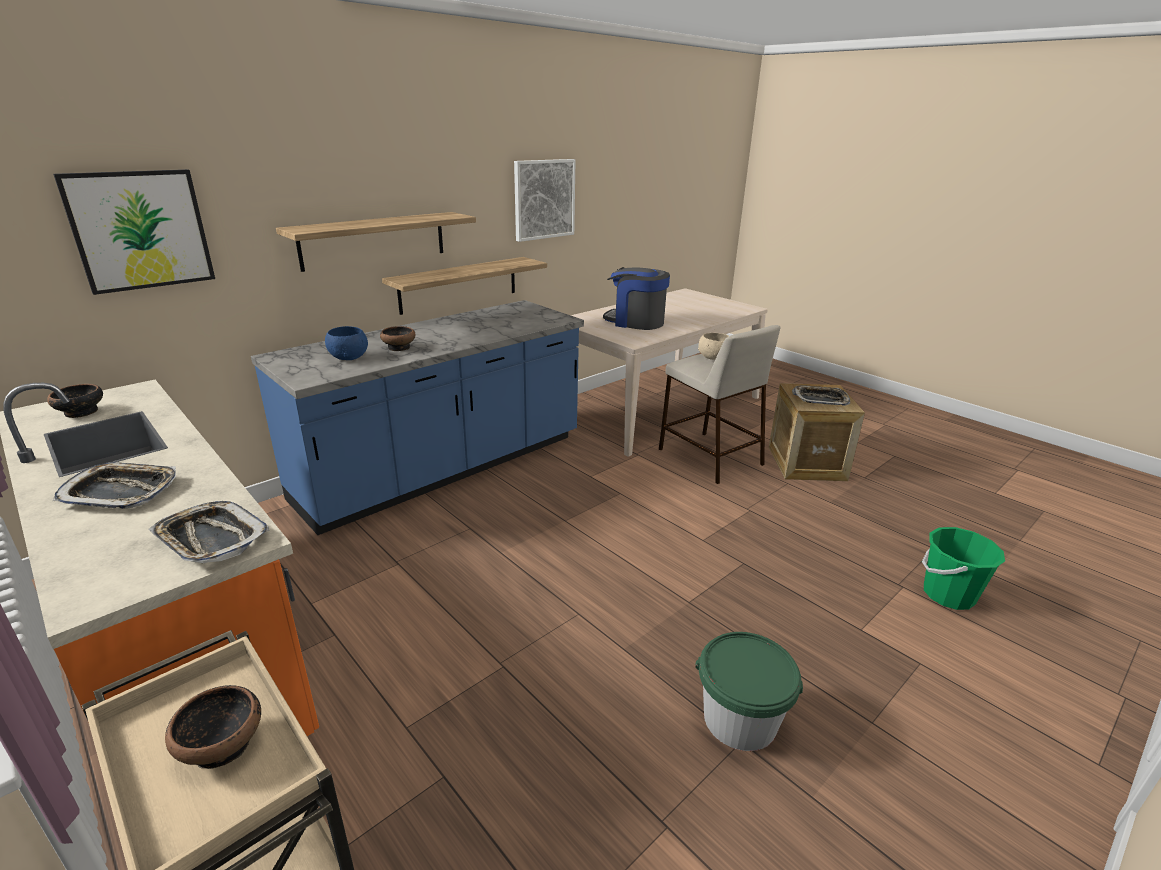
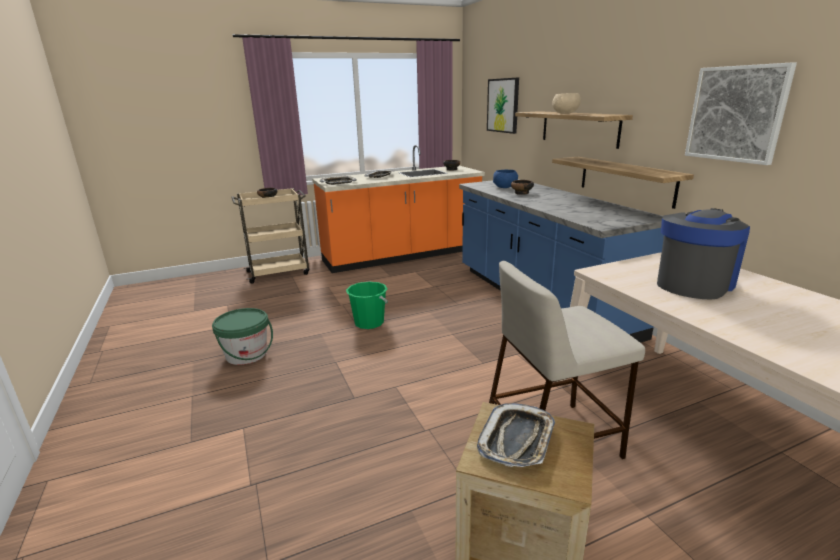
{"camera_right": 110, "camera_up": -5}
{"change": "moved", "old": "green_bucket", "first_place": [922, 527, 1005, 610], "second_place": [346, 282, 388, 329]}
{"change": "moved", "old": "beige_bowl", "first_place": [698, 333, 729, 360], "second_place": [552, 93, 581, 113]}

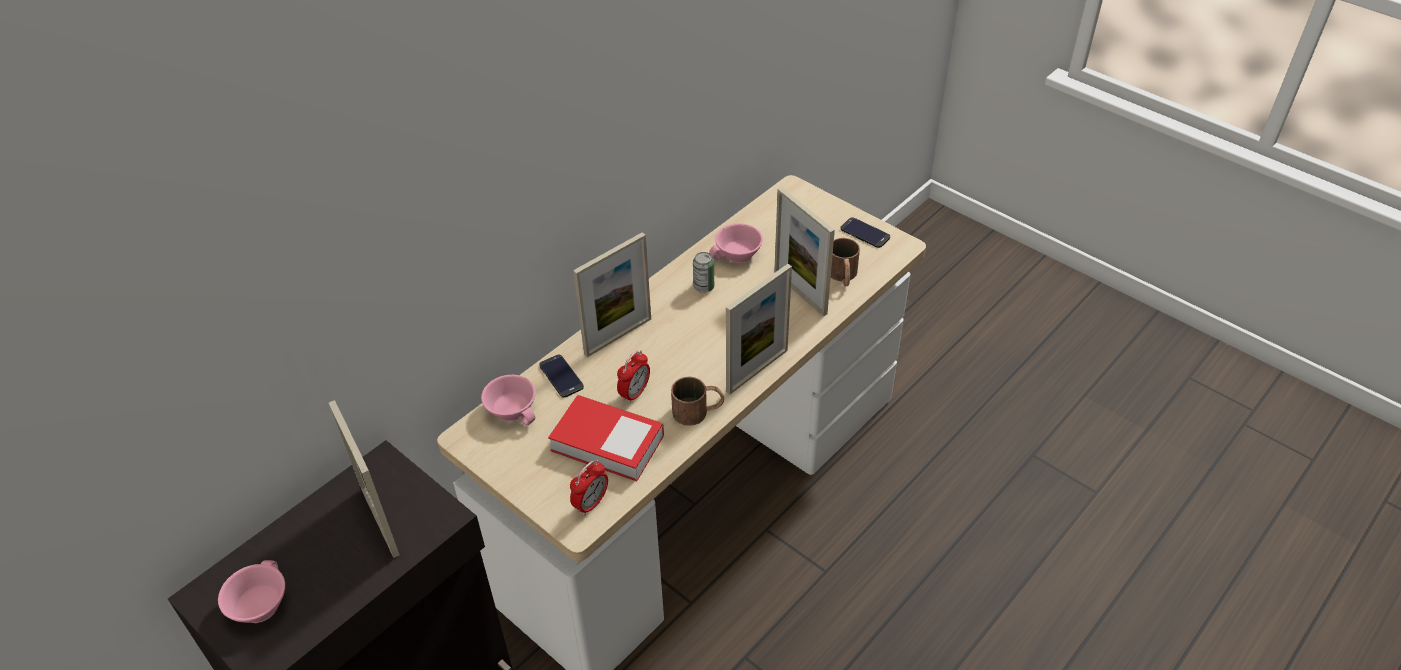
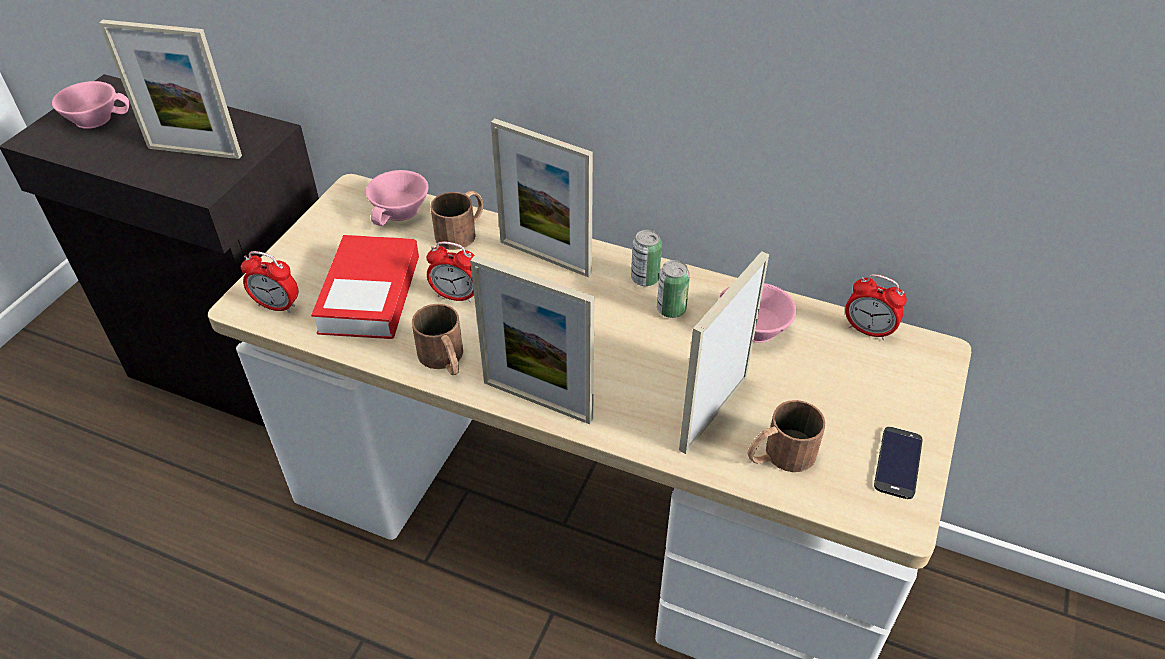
{"camera_right": 70, "camera_up": 0}
{"change": "turned", "old": "picture_frame", "first_place": [329, 400, 399, 558], "second_place": [99, 20, 242, 159], "degrees": -120}
{"change": "replaced", "old": "phone", "new": "brown_mug", "first_place": [539, 355, 584, 397], "second_place": [430, 191, 483, 250]}
{"change": "added", "new": "can", "second_place": [631, 230, 662, 286]}
{"change": "added", "new": "alarm_clock", "second_place": [845, 274, 907, 340]}

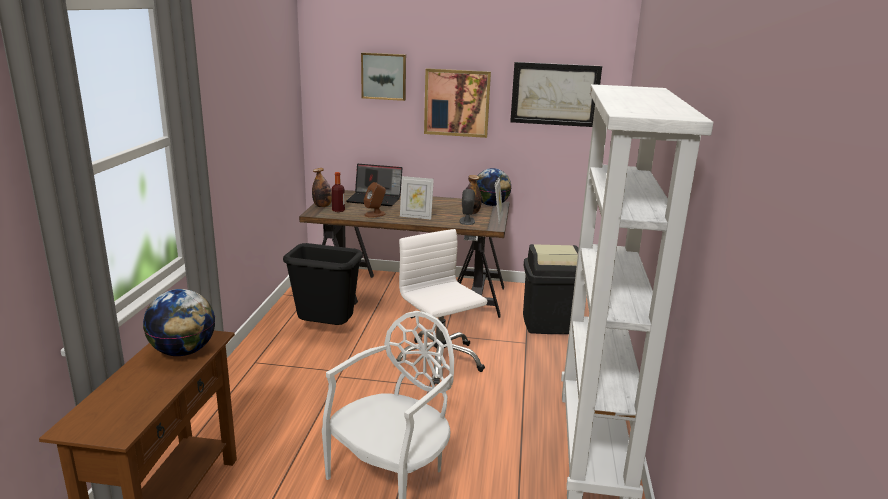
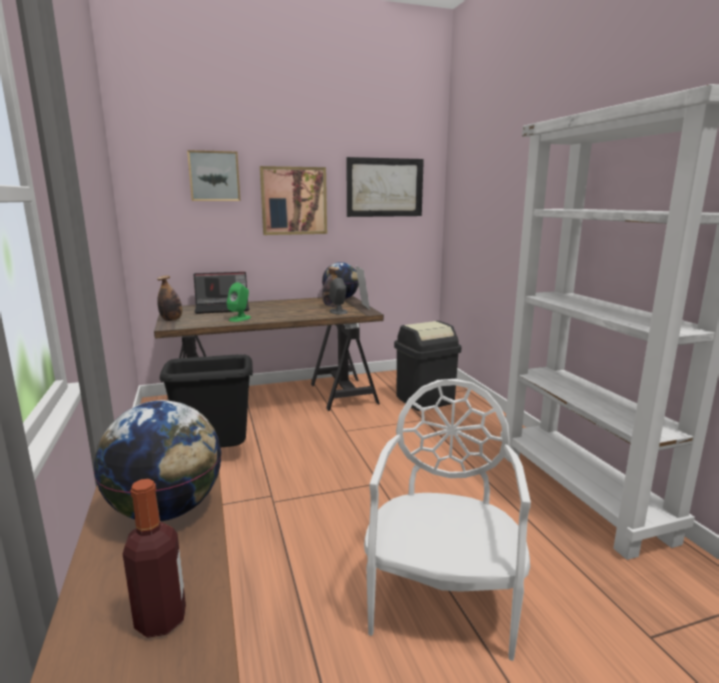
{"camera_right": -25, "camera_up": -5}
{"change": "moved", "old": "bottle", "first_place": [331, 172, 345, 212], "second_place": [123, 479, 186, 638]}
{"change": "recoloured", "old": "brown_speaker", "new": "green_speaker", "first_place": [364, 182, 386, 218], "second_place": [227, 282, 251, 322]}
{"change": "removed", "old": "white_office_chair", "first_place": [396, 229, 487, 385]}
{"change": "removed", "old": "picture_frame", "first_place": [400, 176, 434, 219]}

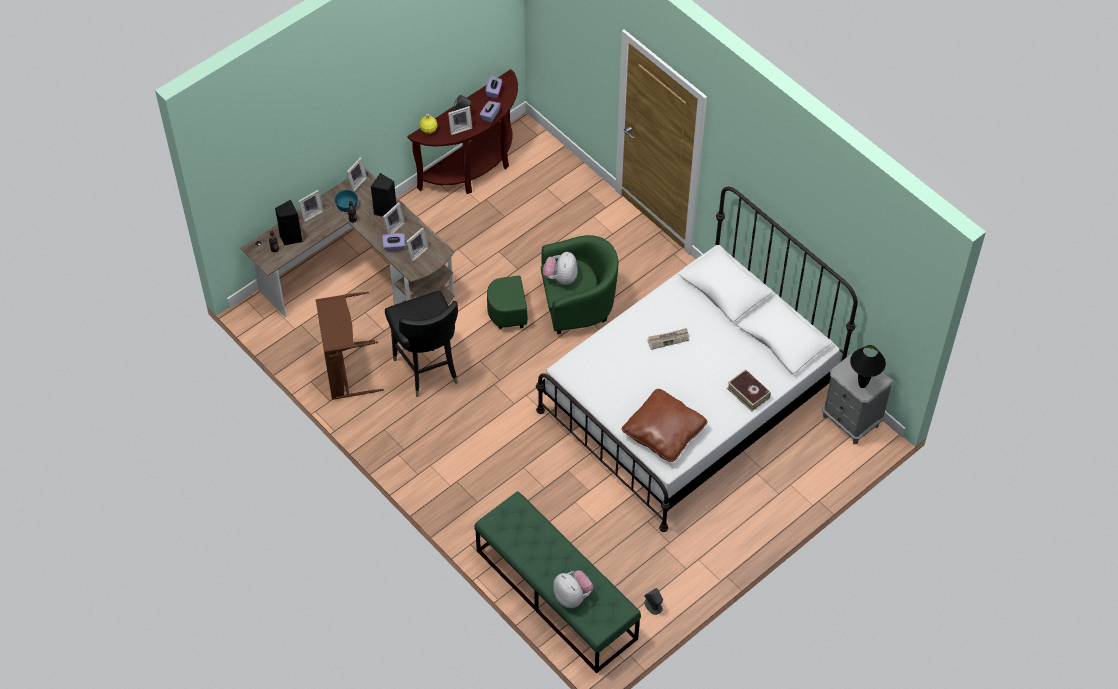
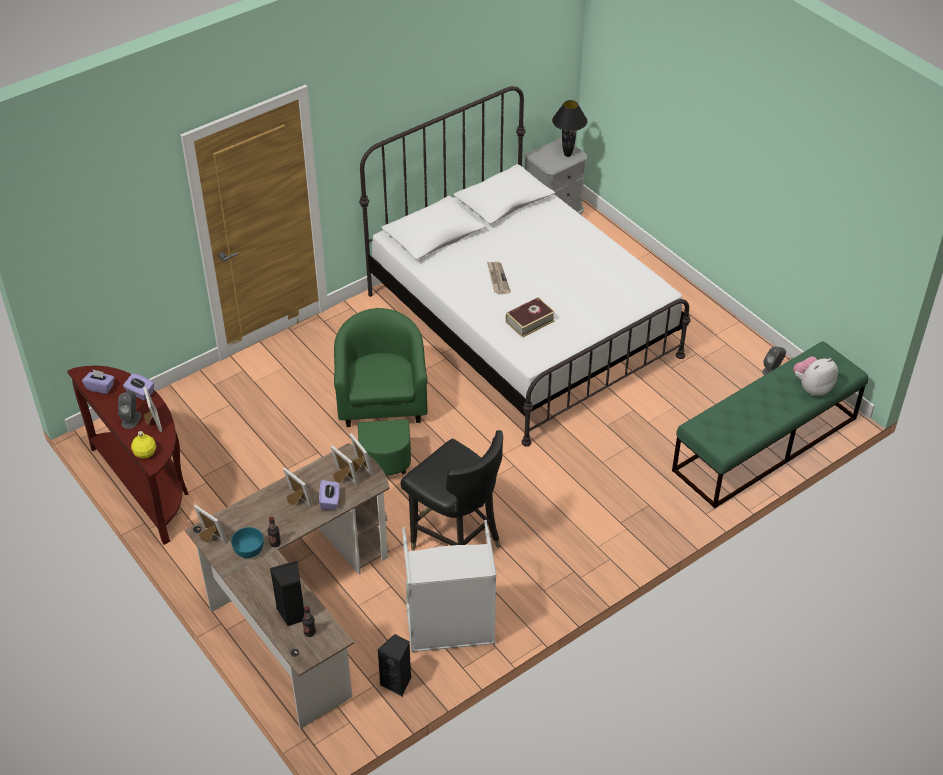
{"camera_right": -85, "camera_up": -10}
{"change": "moved", "old": "picture_frame", "first_place": [298, 190, 324, 222], "second_place": [349, 433, 374, 476]}
{"change": "moved", "old": "black_speaker", "first_place": [371, 173, 396, 217], "second_place": [378, 634, 411, 697]}
{"change": "turned", "old": "black_chair", "first_place": [385, 291, 458, 397], "second_place": [401, 430, 503, 551], "degrees": 60}
{"change": "recoloured", "old": "brown_laundry_basket", "new": "grey_laundry_basket", "first_place": [315, 291, 384, 400], "second_place": [402, 520, 497, 653]}
{"change": "moved", "old": "book", "first_place": [727, 369, 771, 411], "second_place": [506, 297, 555, 338]}
{"change": "removed", "old": "plush_toy", "first_place": [543, 252, 578, 285]}
{"change": "removed", "old": "brown_pillow", "first_place": [622, 389, 708, 462]}

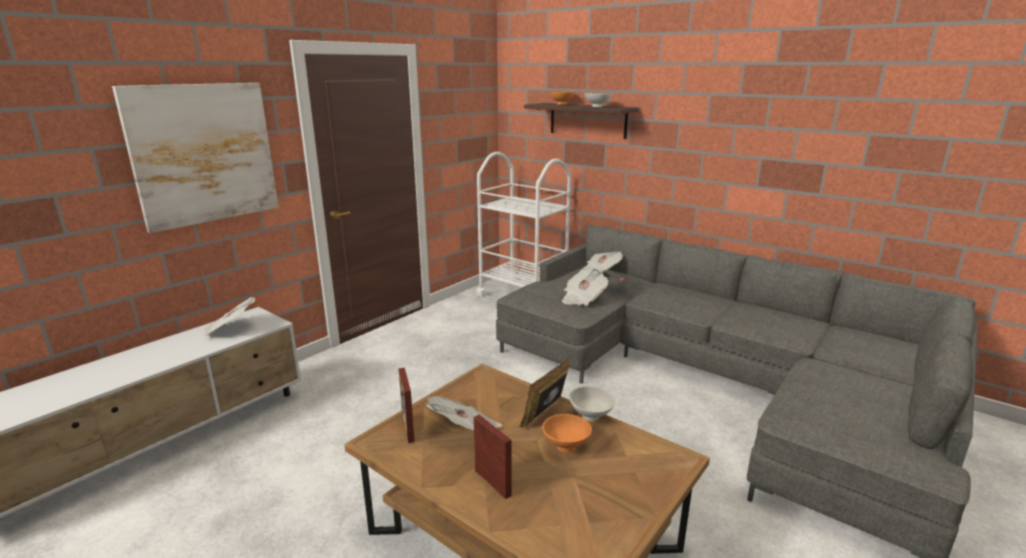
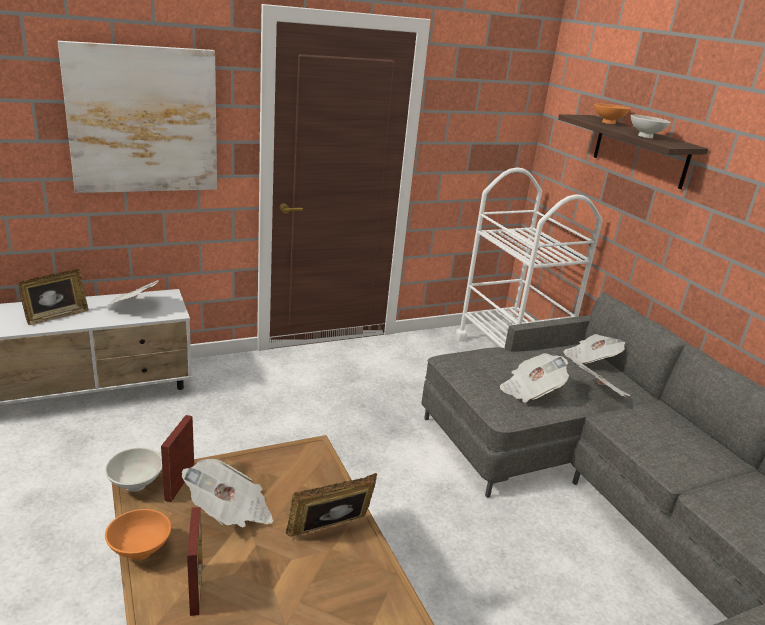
{"camera_right": 25, "camera_up": 5}
{"change": "added", "new": "picture_frame", "second_place": [18, 269, 89, 325]}
{"change": "moved", "old": "white_bowl", "first_place": [569, 386, 615, 421], "second_place": [105, 447, 162, 492]}
{"change": "moved", "old": "orange_bowl", "first_place": [542, 414, 592, 452], "second_place": [105, 509, 171, 561]}

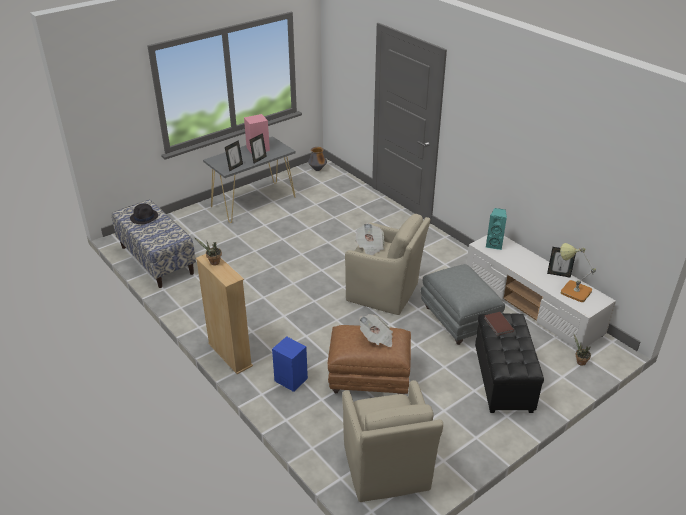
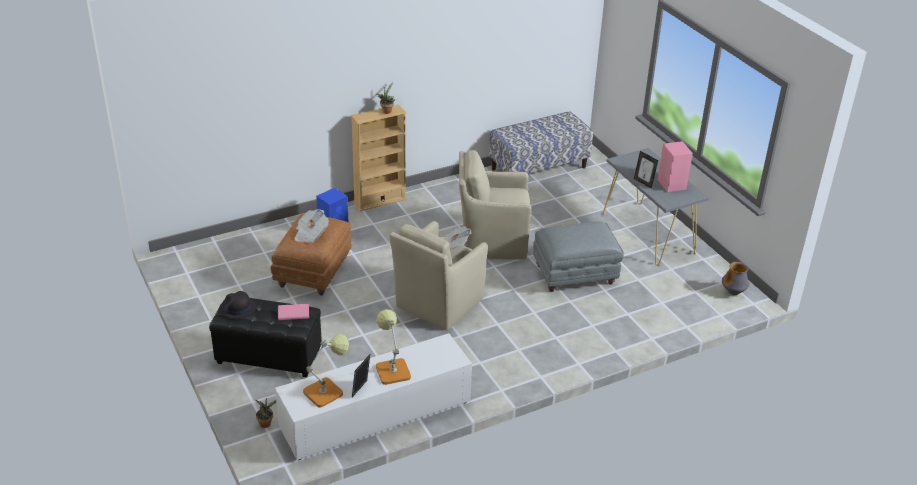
{"camera_right": 100, "camera_up": 0}
{"change": "moved", "old": "black_hat", "first_place": [130, 204, 158, 224], "second_place": [219, 291, 256, 319]}
{"change": "recoloured", "old": "brown_book", "new": "pink_book", "first_place": [484, 312, 514, 336], "second_place": [278, 304, 309, 320]}
{"change": "added", "new": "table_lamp", "second_place": [376, 309, 411, 385]}
{"change": "moved", "old": "beige_armchair", "first_place": [342, 380, 443, 502], "second_place": [459, 150, 532, 259]}
{"change": "moved", "old": "grey_ottoman", "first_place": [421, 264, 505, 345], "second_place": [533, 221, 624, 292]}
{"change": "removed", "old": "picture_frame", "first_place": [225, 140, 243, 172]}
{"change": "removed", "old": "turquoise_speaker", "first_place": [485, 208, 507, 250]}

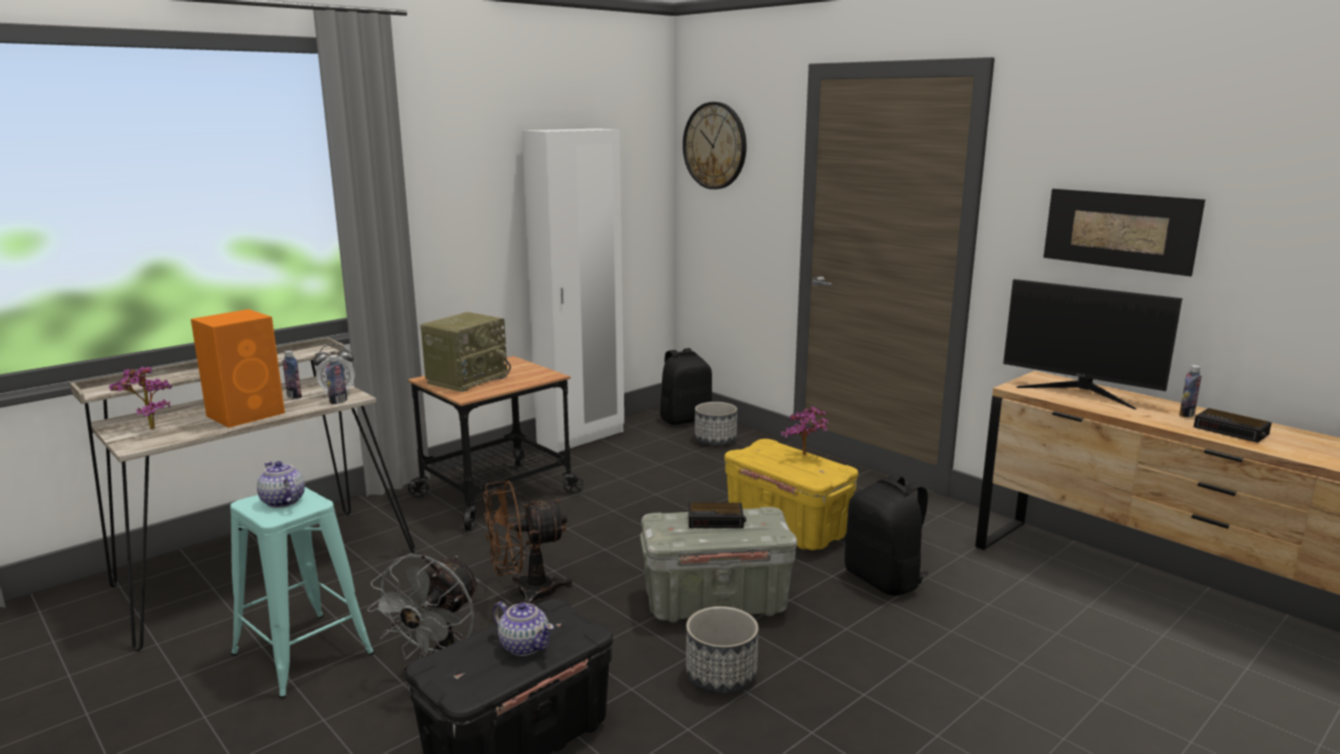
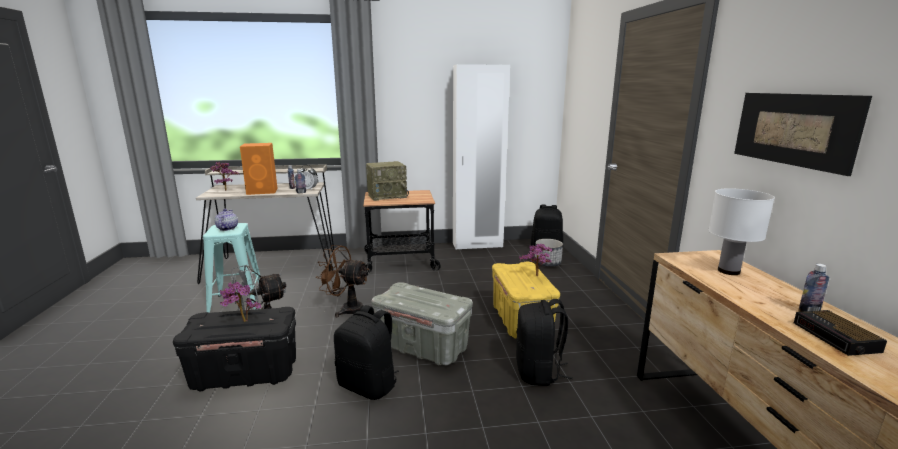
{"camera_right": 35, "camera_up": 0}
{"change": "replaced", "old": "teapot", "new": "potted_plant", "first_place": [493, 601, 554, 656], "second_place": [220, 282, 261, 322]}
{"change": "replaced", "old": "planter", "new": "black_backpack", "first_place": [686, 606, 758, 694], "second_place": [334, 305, 399, 400]}
{"change": "replaced", "old": "monitor", "new": "white_table_lamp", "first_place": [1003, 279, 1182, 409], "second_place": [708, 188, 775, 275]}
{"change": "removed", "old": "wall_clock", "first_place": [683, 102, 747, 189]}
{"change": "removed", "old": "alarm_clock", "first_place": [688, 503, 746, 528]}

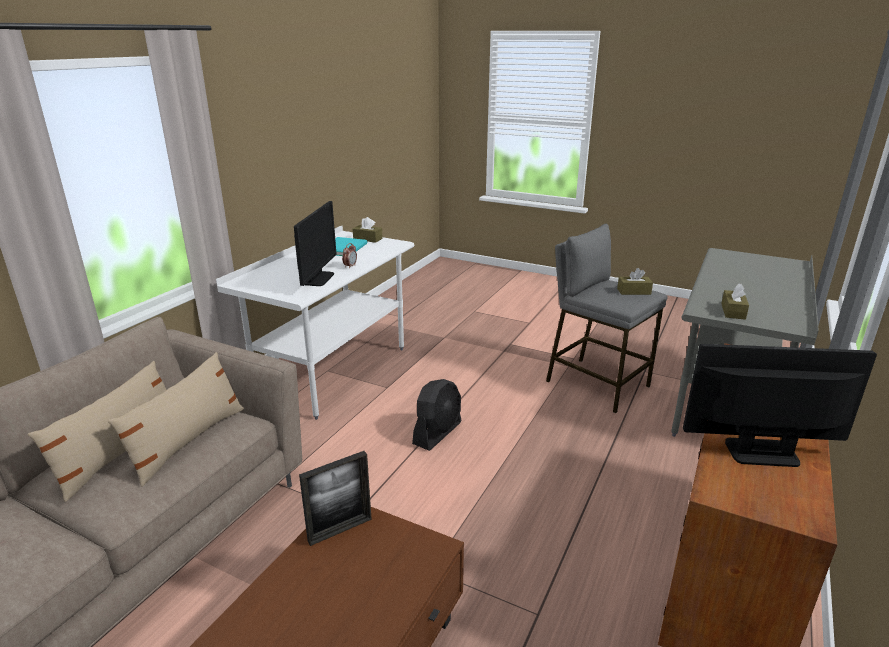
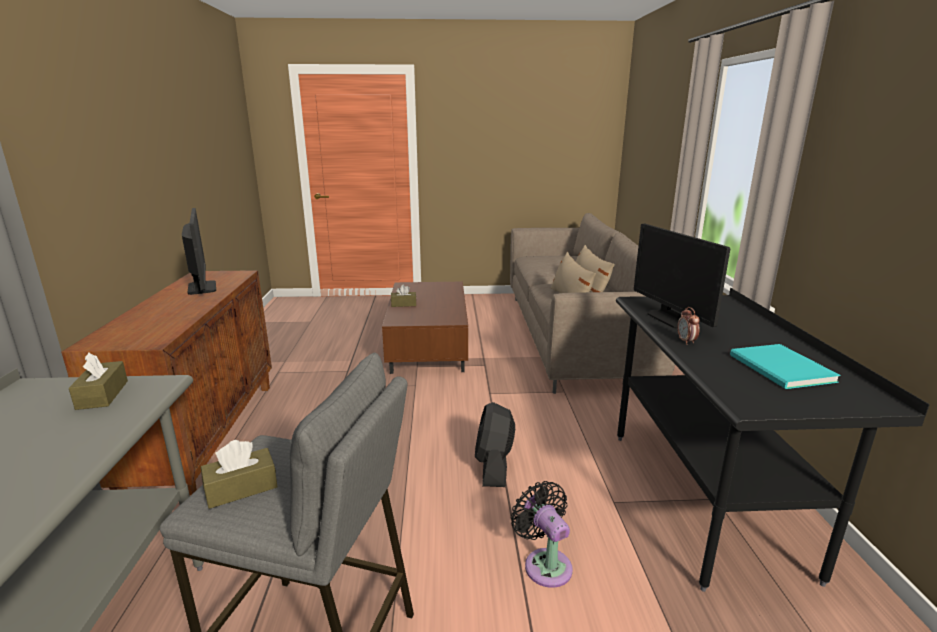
{"camera_right": 150, "camera_up": -5}
{"change": "turned", "old": "monitor", "first_place": [683, 344, 877, 467], "second_place": [182, 208, 216, 295], "degrees": -90}
{"change": "moved", "old": "brown_tissue_box", "first_place": [353, 217, 383, 243], "second_place": [391, 285, 416, 307]}
{"change": "added", "new": "black_fan", "second_place": [511, 481, 573, 588]}
{"change": "recoloured", "old": "white_desk", "new": "black_desk", "first_place": [216, 226, 414, 420], "second_place": [616, 288, 930, 592]}
{"change": "removed", "old": "picture_frame", "first_place": [299, 451, 372, 546]}

